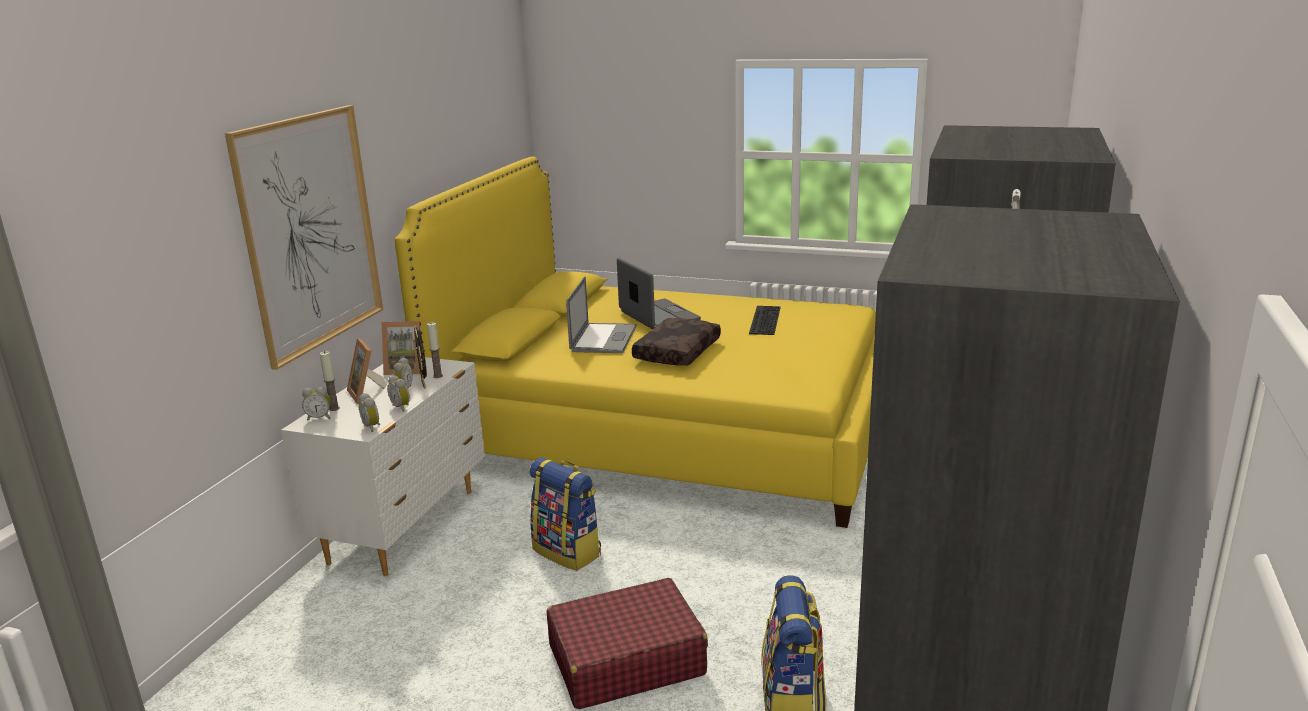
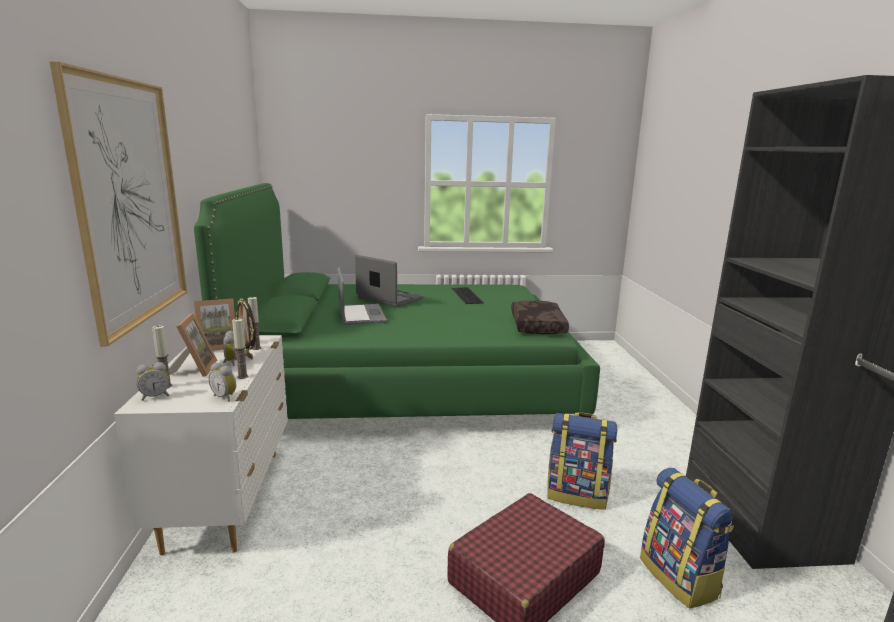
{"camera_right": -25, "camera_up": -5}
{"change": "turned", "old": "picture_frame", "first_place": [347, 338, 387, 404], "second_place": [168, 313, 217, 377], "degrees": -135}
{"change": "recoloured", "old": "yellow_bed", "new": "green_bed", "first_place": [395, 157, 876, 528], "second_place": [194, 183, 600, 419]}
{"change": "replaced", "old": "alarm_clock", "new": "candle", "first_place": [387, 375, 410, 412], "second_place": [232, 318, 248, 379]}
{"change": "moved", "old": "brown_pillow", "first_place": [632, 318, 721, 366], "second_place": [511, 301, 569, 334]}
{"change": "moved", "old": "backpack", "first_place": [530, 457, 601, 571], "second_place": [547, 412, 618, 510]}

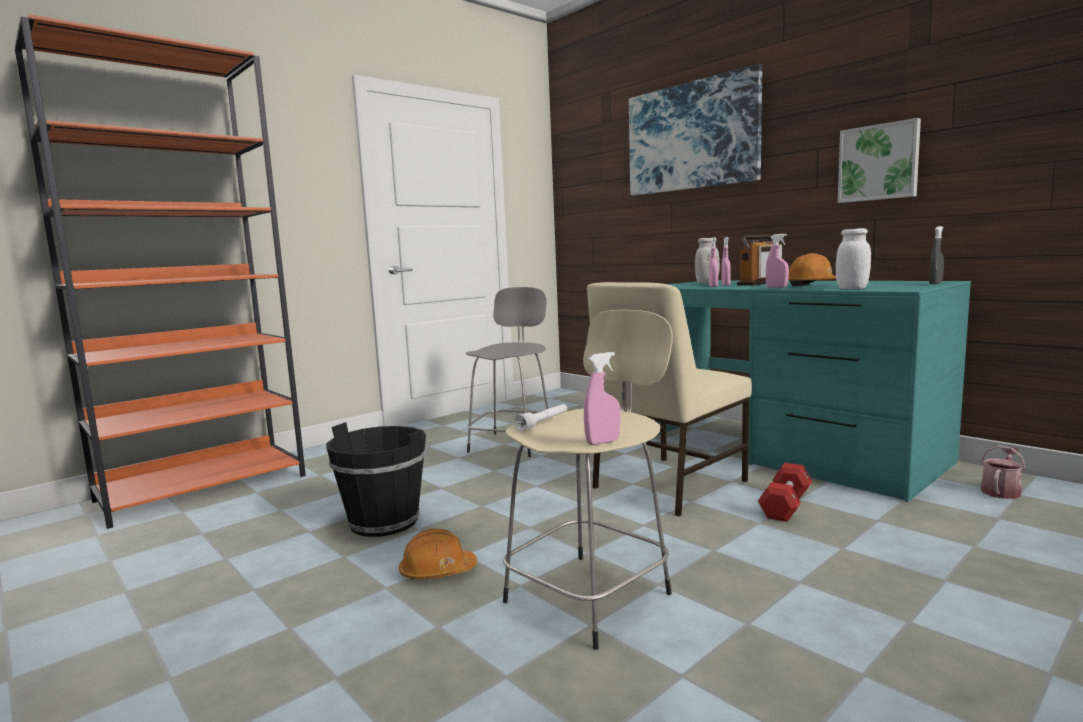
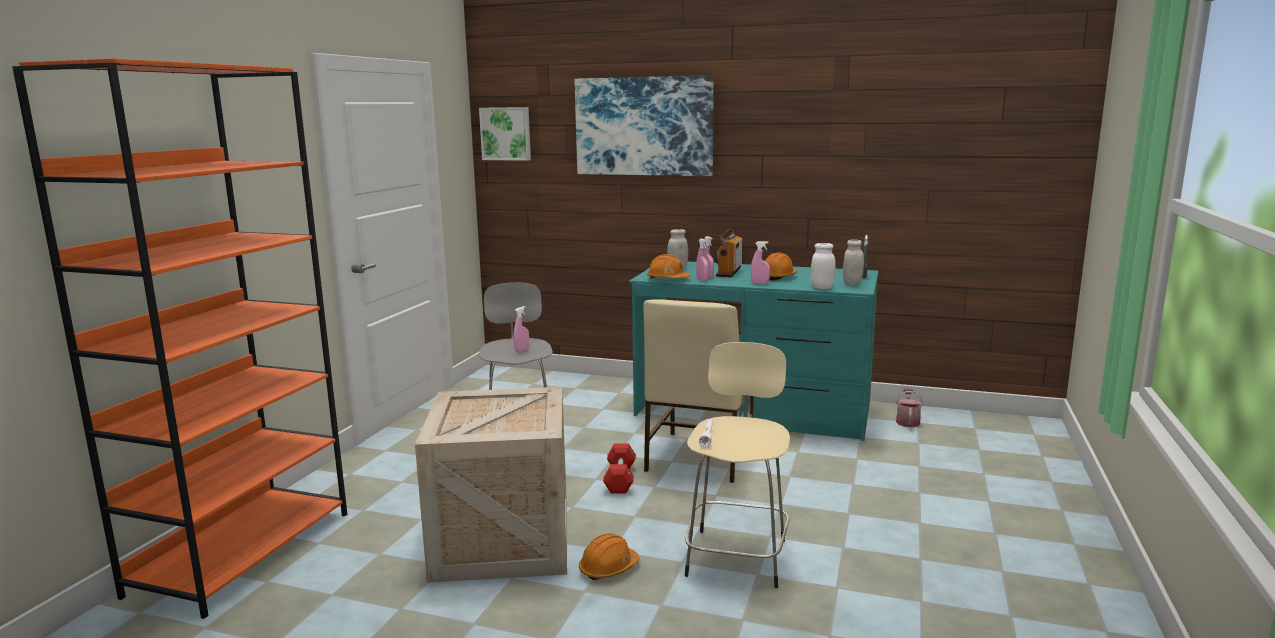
{"camera_right": -30, "camera_up": 5}
{"change": "replaced", "old": "black_bucket", "new": "crate", "first_place": [326, 422, 426, 537], "second_place": [415, 387, 567, 583]}
{"change": "moved", "old": "picture", "first_place": [838, 118, 921, 203], "second_place": [479, 107, 531, 161]}
{"change": "moved", "old": "pink_spray_bottle", "first_place": [584, 352, 621, 445], "second_place": [513, 306, 529, 352]}
{"change": "moved", "old": "red_dumbbell", "first_place": [758, 463, 812, 522], "second_place": [603, 443, 636, 494]}
{"change": "added", "new": "orange_hard_hat", "second_place": [647, 254, 691, 279]}
{"change": "added", "new": "white_jar", "second_place": [843, 239, 864, 285]}

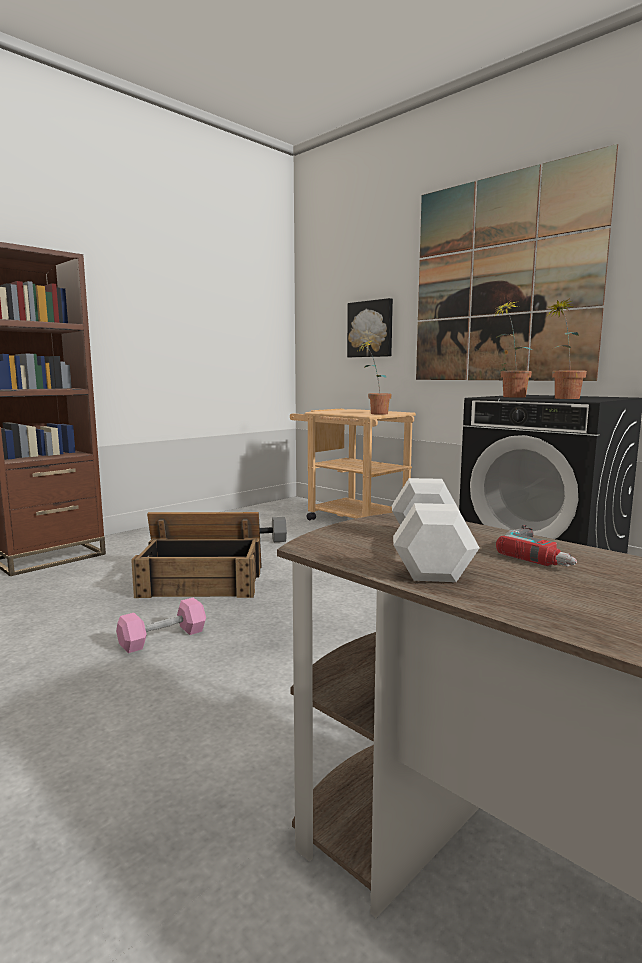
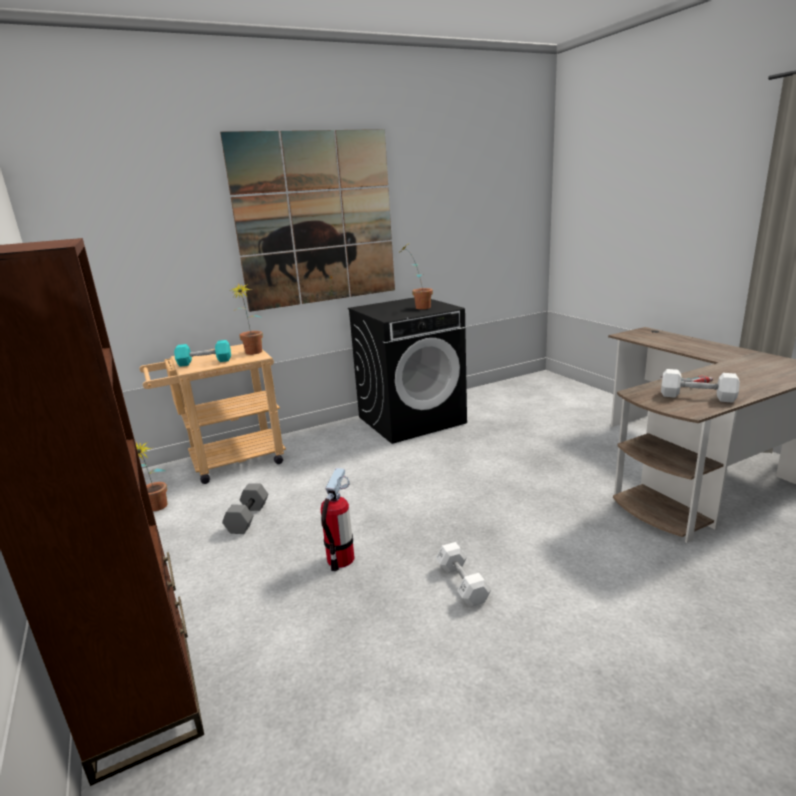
{"camera_right": -70, "camera_up": 10}
{"change": "moved", "old": "potted_plant", "first_place": [495, 301, 532, 398], "second_place": [136, 442, 168, 511]}
{"change": "added", "new": "turquoise_dumbbell", "second_place": [174, 340, 231, 367]}
{"change": "replaced", "old": "crate", "new": "fire_extinguisher", "first_place": [131, 512, 262, 598], "second_place": [321, 468, 354, 571]}
{"change": "recoloured", "old": "pink_dumbbell", "new": "white_dumbbell", "first_place": [116, 598, 206, 653], "second_place": [436, 542, 492, 607]}
{"change": "removed", "old": "picture", "first_place": [347, 298, 393, 357]}

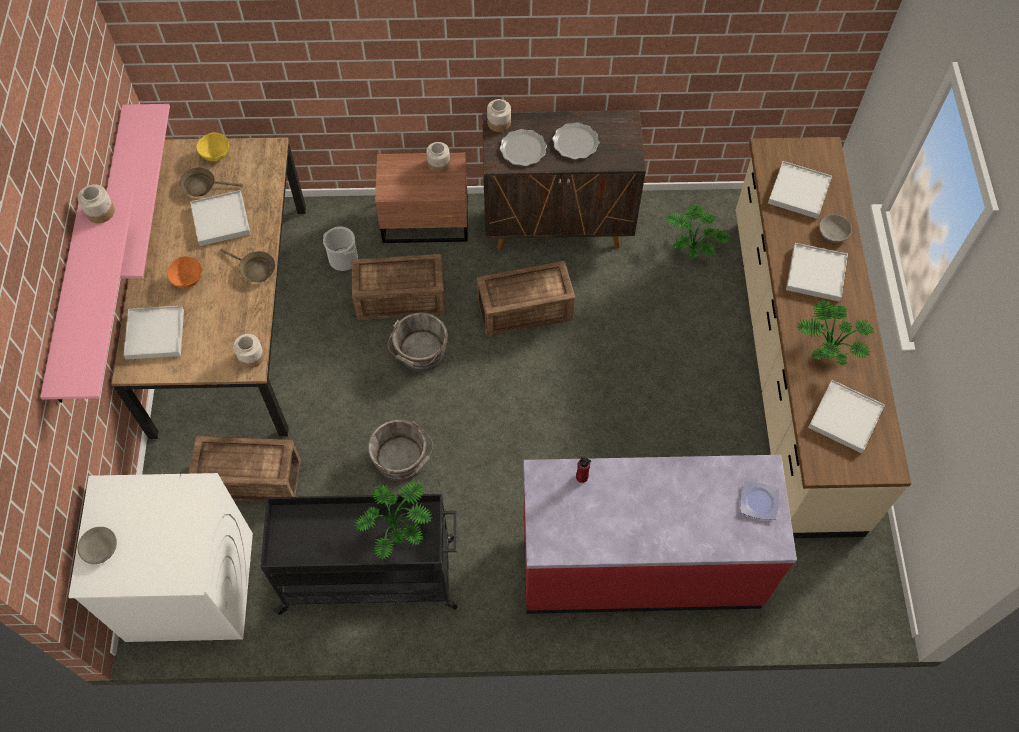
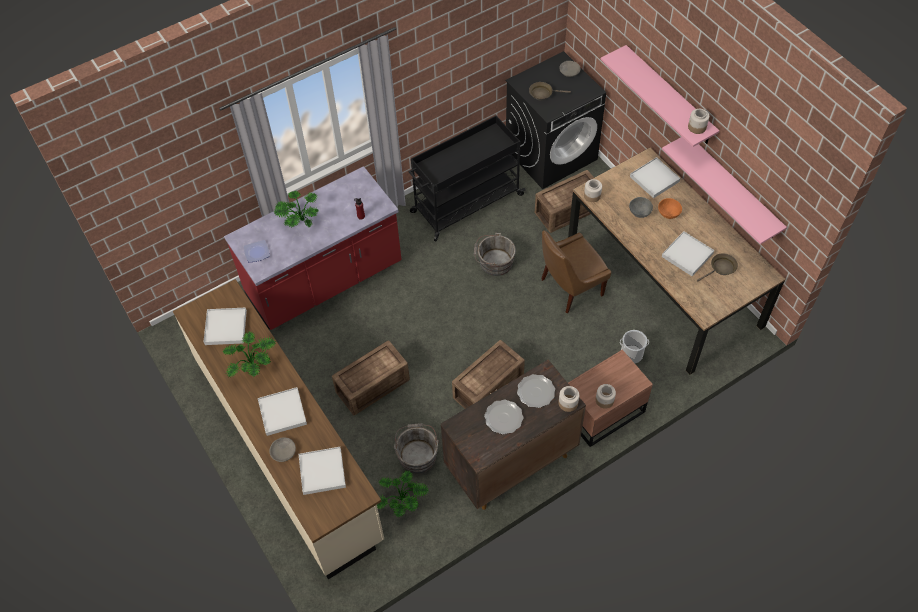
{"camera_right": 150, "camera_up": -5}
{"change": "moved", "old": "potted_plant", "first_place": [354, 480, 432, 560], "second_place": [274, 191, 319, 228]}
{"change": "moved", "old": "crate", "first_place": [352, 254, 446, 320], "second_place": [332, 340, 410, 415]}
{"change": "moved", "old": "grey_bucket", "first_place": [387, 312, 448, 372], "second_place": [394, 423, 439, 473]}
{"change": "recoloured", "old": "white_washing_machine", "new": "black_washing_machine", "first_place": [68, 473, 253, 642], "second_place": [506, 51, 606, 189]}
{"change": "moved", "old": "brown_frying_pan", "first_place": [220, 249, 275, 282], "second_place": [529, 82, 571, 100]}
{"change": "added", "new": "brown_chair", "second_place": [541, 230, 611, 314]}
{"change": "added", "new": "grey_bowl", "second_place": [629, 197, 653, 218]}
{"change": "removed", "old": "yellow_bowl", "first_place": [196, 133, 229, 161]}

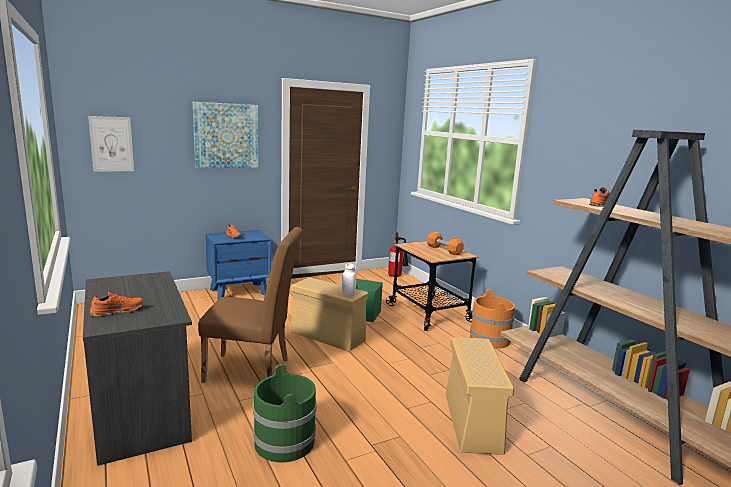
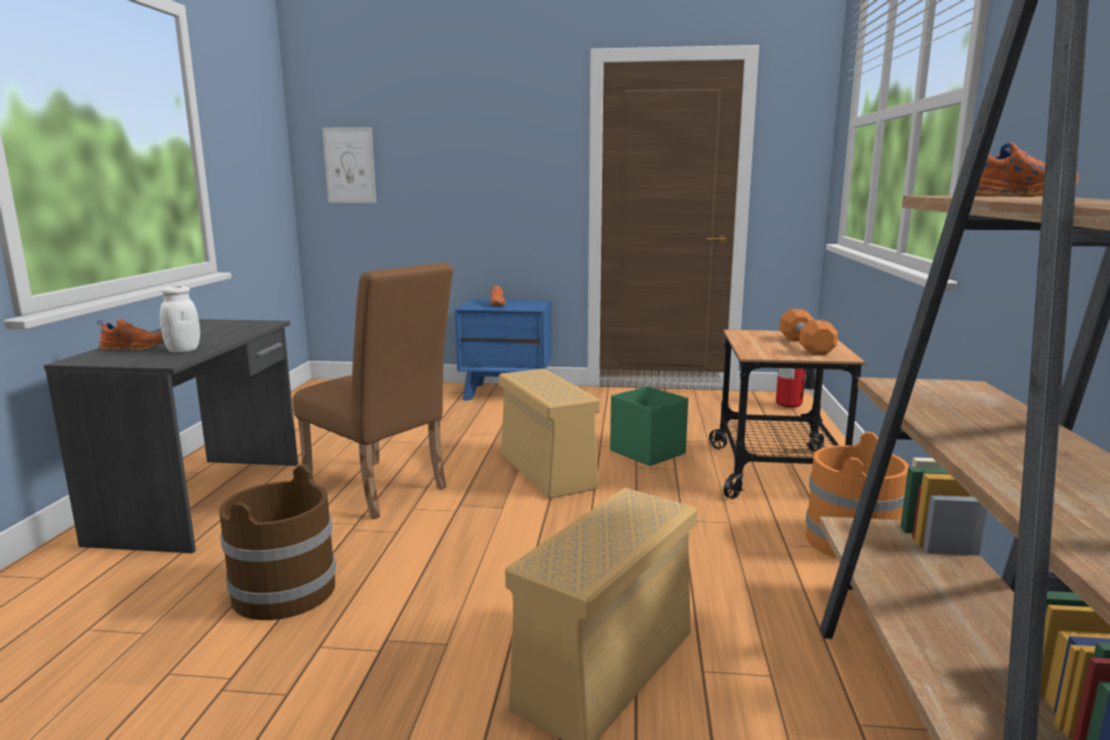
{"camera_right": 35, "camera_up": 0}
{"change": "moved", "old": "white_jar", "first_place": [342, 264, 356, 297], "second_place": [160, 286, 200, 353]}
{"change": "recoloured", "old": "green_bucket", "new": "brown_bucket", "first_place": [253, 364, 317, 462], "second_place": [219, 465, 336, 620]}
{"change": "removed", "old": "picture", "first_place": [193, 102, 259, 168]}

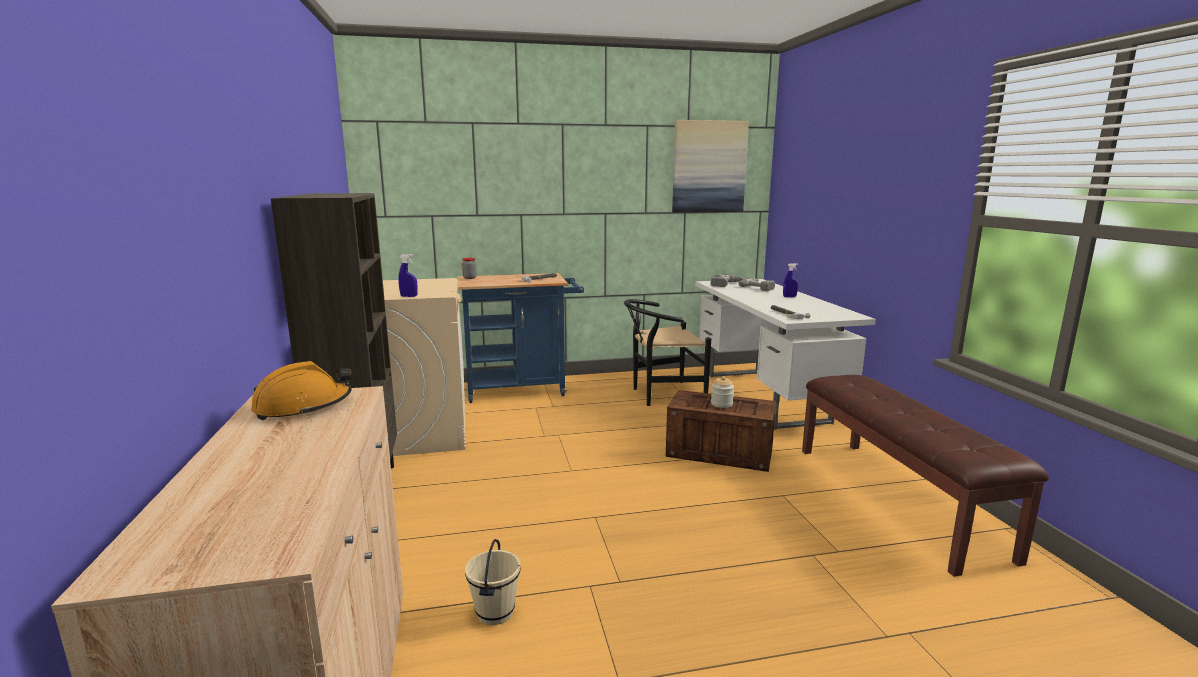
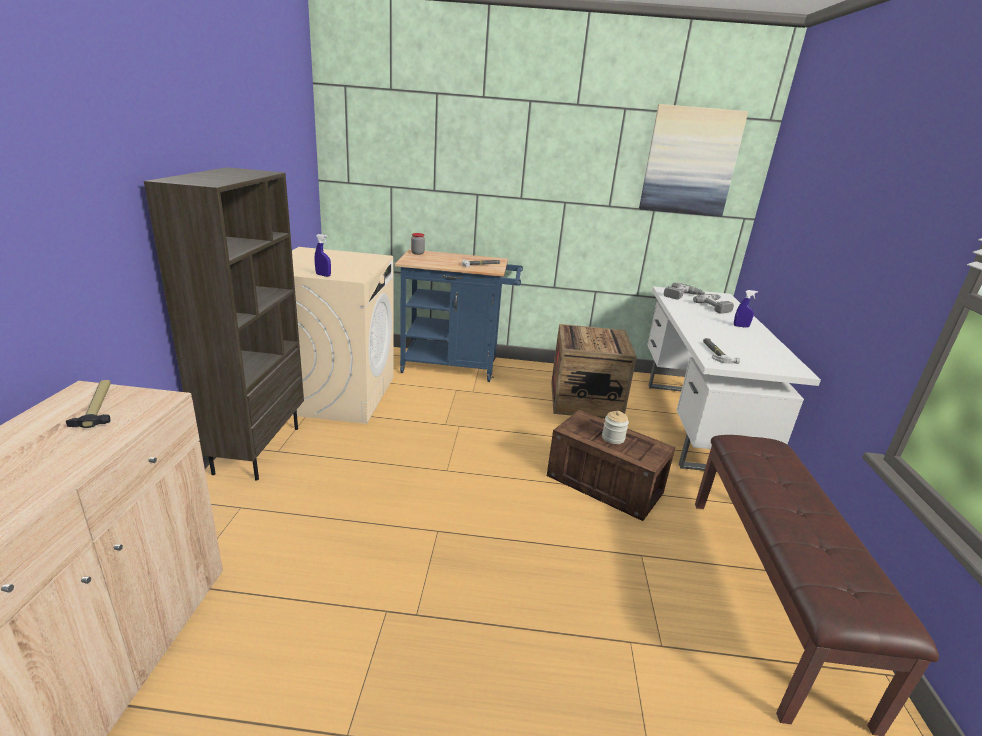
{"camera_right": 15, "camera_up": 10}
{"change": "replaced", "old": "orange_hard_hat", "new": "hammer", "first_place": [251, 361, 352, 420], "second_place": [66, 380, 111, 428]}
{"change": "replaced", "old": "black_chair", "new": "crate", "first_place": [624, 299, 711, 406], "second_place": [551, 324, 637, 419]}
{"change": "removed", "old": "beige_bucket", "first_place": [465, 539, 521, 625]}

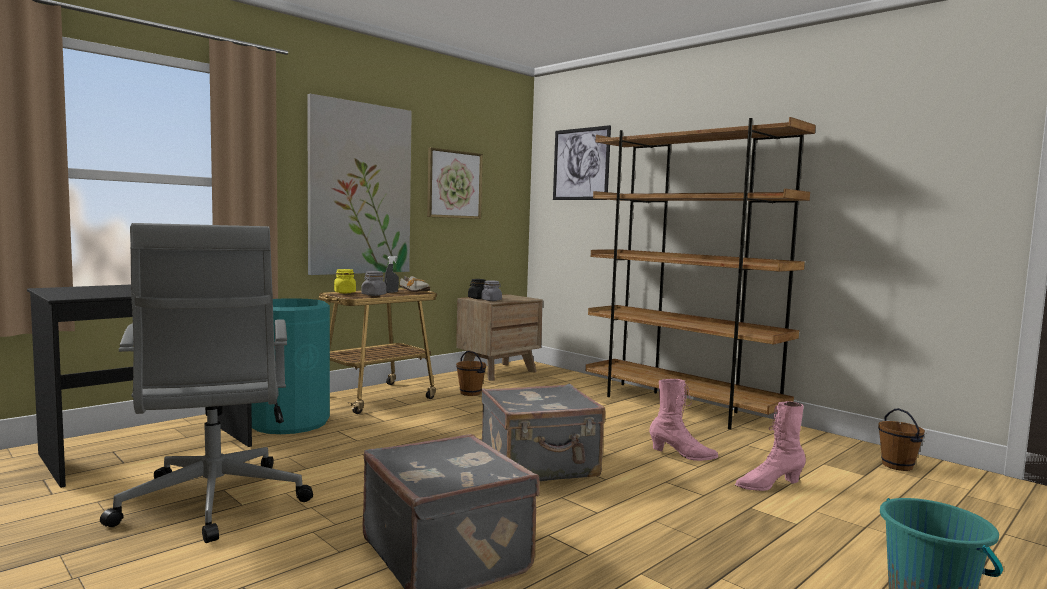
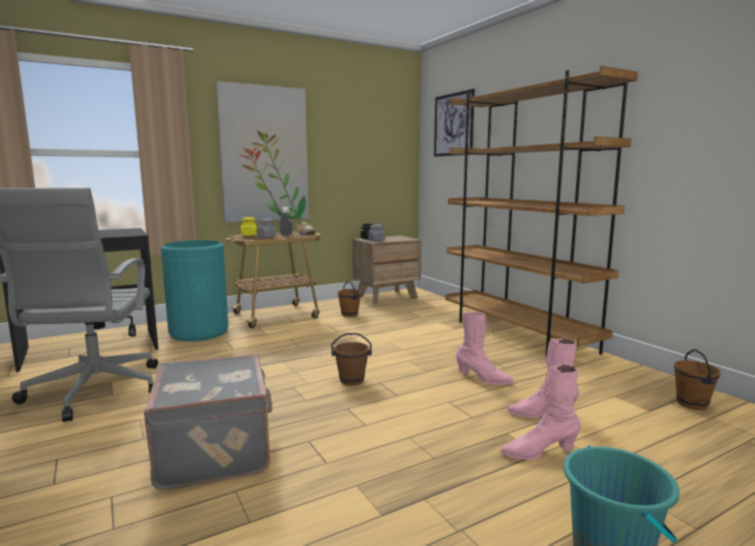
{"camera_right": 15, "camera_up": 5}
{"change": "replaced", "old": "grey_suitcase", "new": "brown_bucket", "first_place": [482, 384, 605, 481], "second_place": [331, 333, 372, 386]}
{"change": "added", "new": "pink_boot", "second_place": [500, 364, 581, 460]}
{"change": "removed", "old": "picture", "first_place": [427, 147, 483, 219]}

